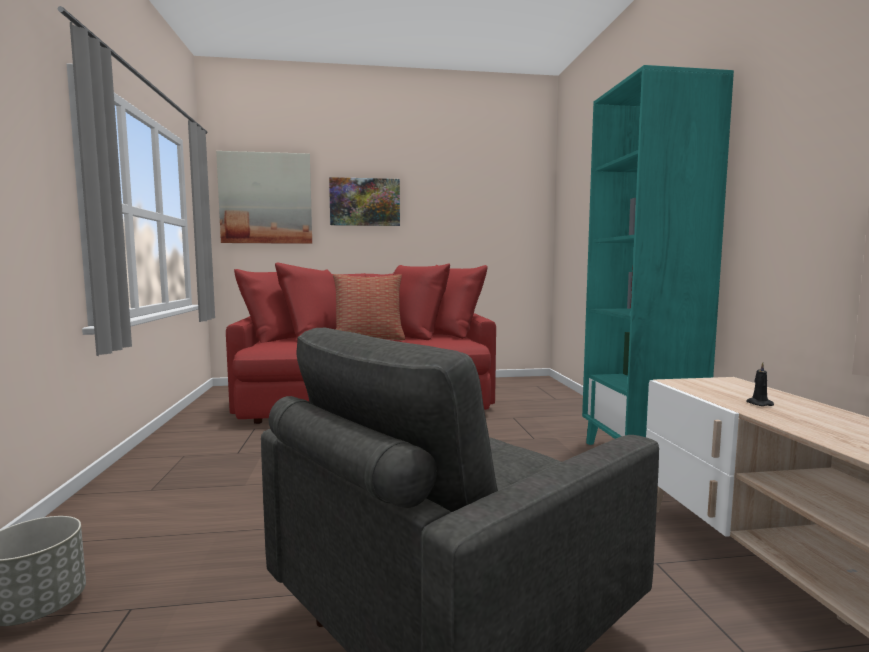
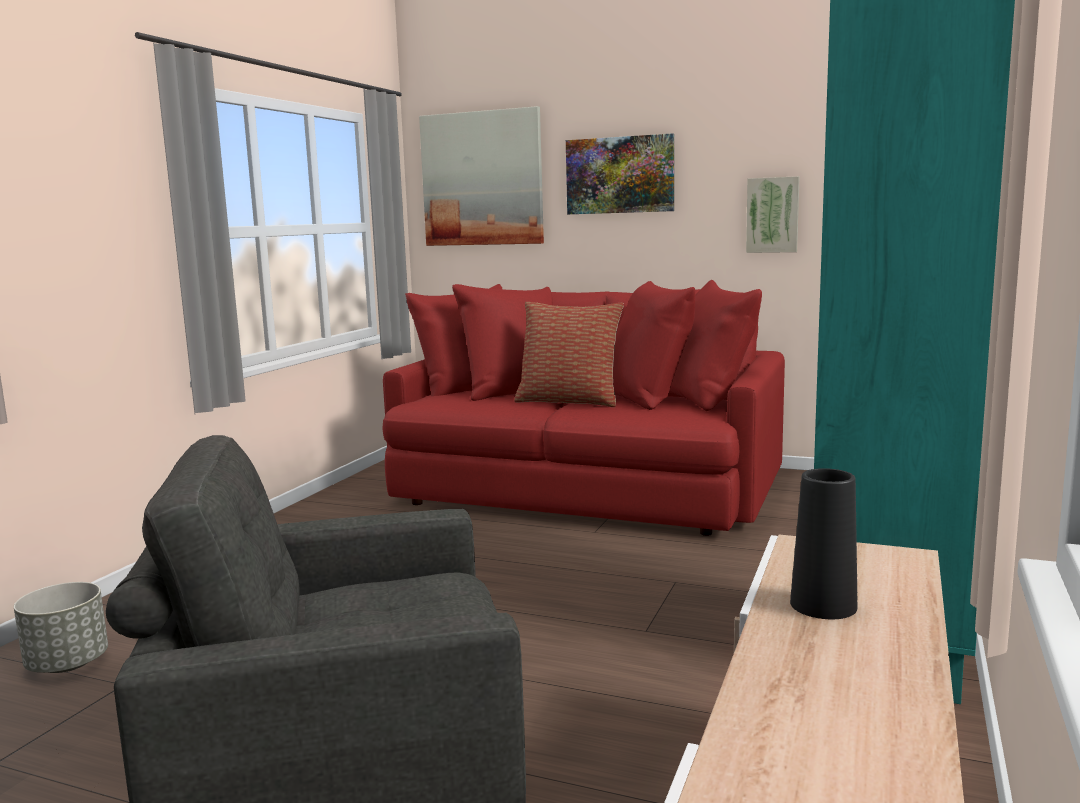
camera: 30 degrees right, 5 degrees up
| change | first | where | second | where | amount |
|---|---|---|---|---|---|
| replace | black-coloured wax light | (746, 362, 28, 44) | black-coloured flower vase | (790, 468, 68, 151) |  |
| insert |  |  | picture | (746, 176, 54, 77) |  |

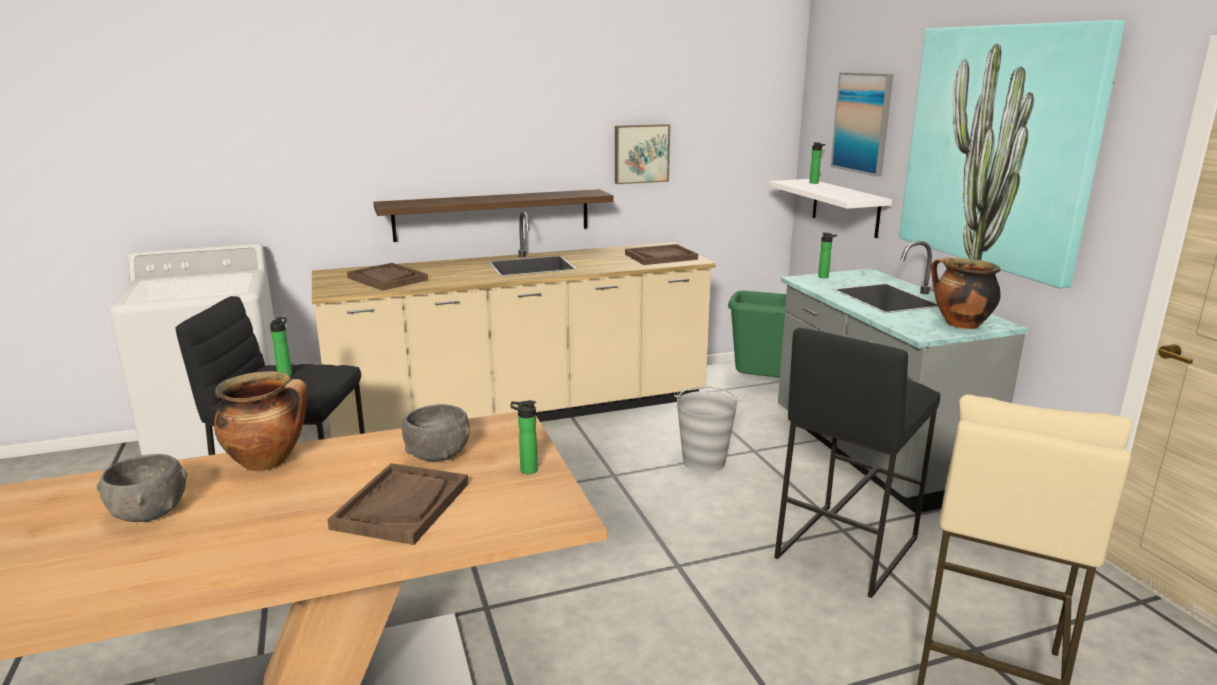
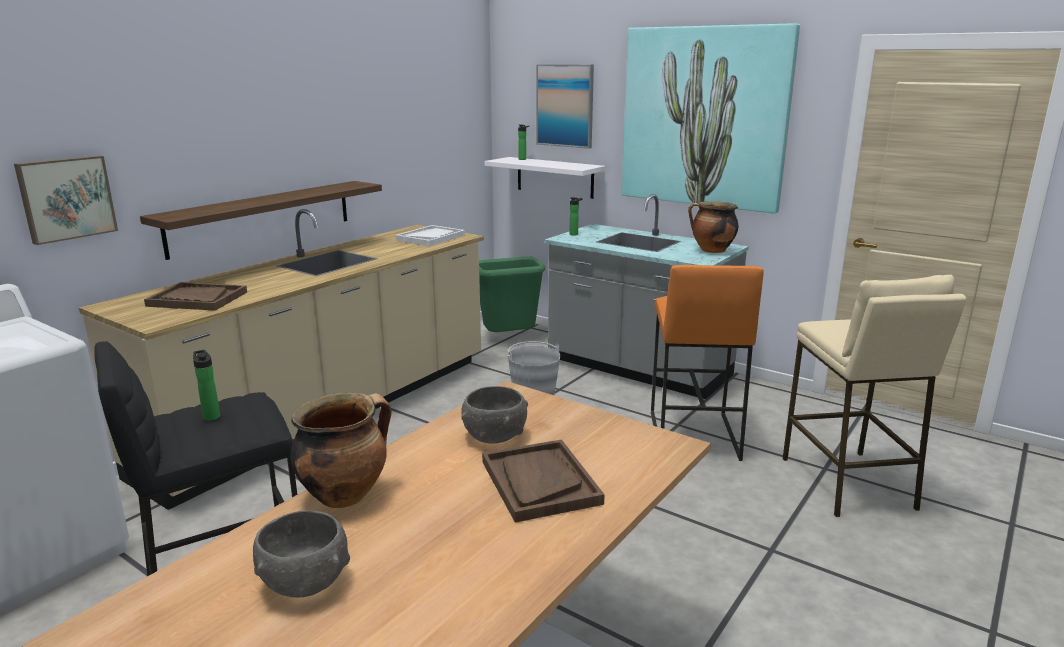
camera: 35 degrees left, 0 degrees up
| change | first | where | second | where | amount |
|---|---|---|---|---|---|
| delete | beverage bottle | (510, 400, 28, 74) |  |  |  |
| move | picture | (615, 124, 55, 60) |  | (14, 155, 104, 90) |  |
| recolor | brown-coloured serving tray | (625, 244, 73, 21) | whitish serving tray | (396, 225, 69, 21) |  |
| recolor | black-coloured stool seat | (774, 328, 166, 270) | orange stool seat | (651, 265, 113, 196) |  |

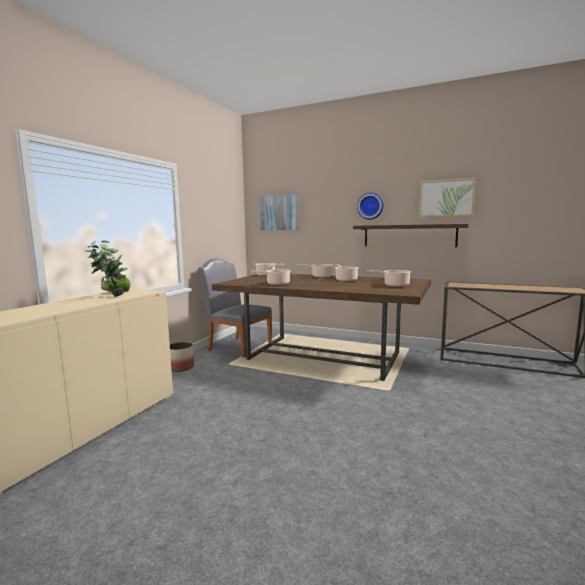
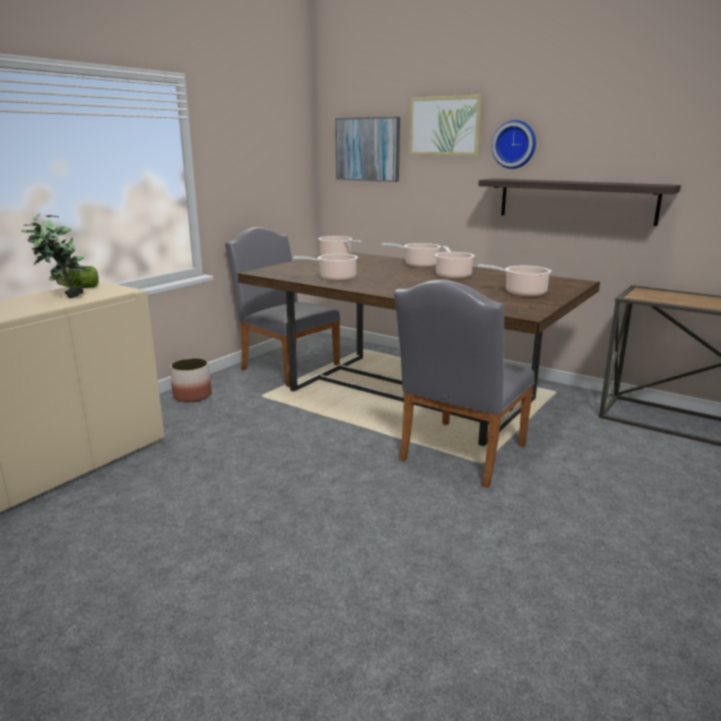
camera: 10 degrees right, 10 degrees up
| change | first | where | second | where | amount |
|---|---|---|---|---|---|
| move | picture | (419, 178, 57, 40) |  | (409, 95, 74, 61) |  |
| insert |  |  | greyish plain chair | (394, 280, 141, 208) |  |

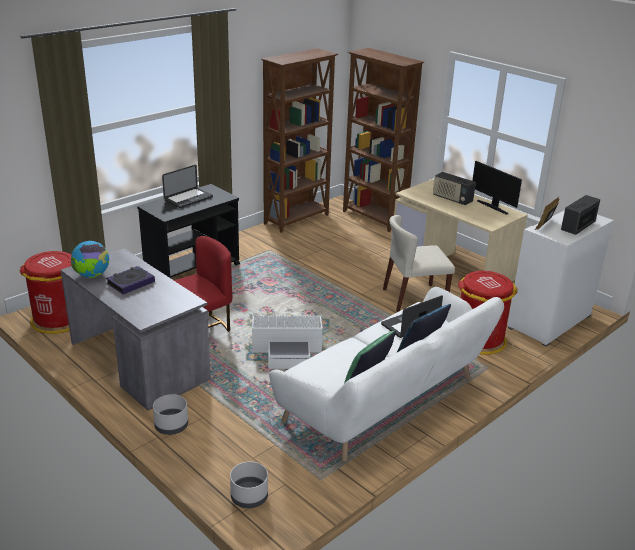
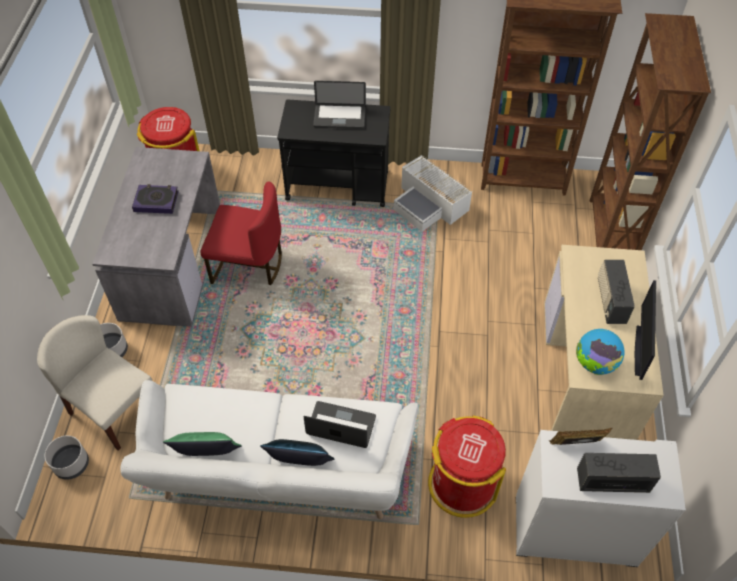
camera: 50 degrees right, 25 degrees up
| change | first | where | second | where | amount |
|---|---|---|---|---|---|
| move | world globe | (71, 241, 38, 37) |  | (576, 329, 48, 46) |  |
| move | whitish storage bin | (252, 314, 71, 55) |  | (394, 155, 78, 77) |  |
| move | beige plain chair | (383, 215, 72, 97) |  | (37, 315, 115, 136) |  |

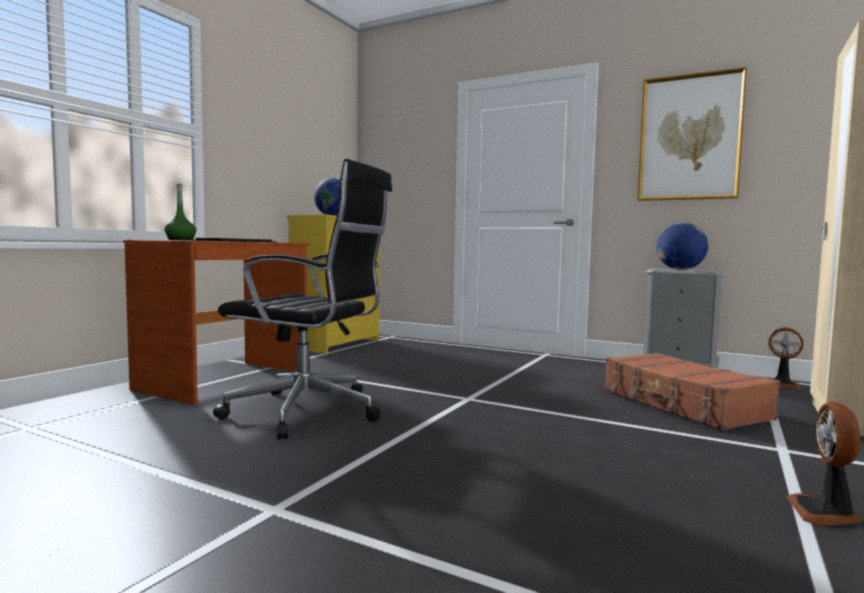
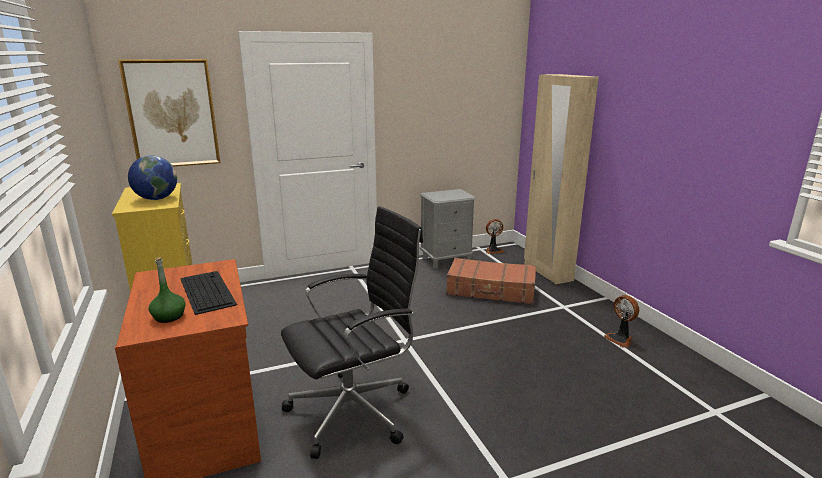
camera: 50 degrees left, 15 degrees up
| change | first | where | second | where | amount |
|---|---|---|---|---|---|
| move | picture | (637, 67, 110, 134) |  | (118, 59, 102, 108) |  |
| delete | world globe | (656, 223, 52, 47) |  |  |  |

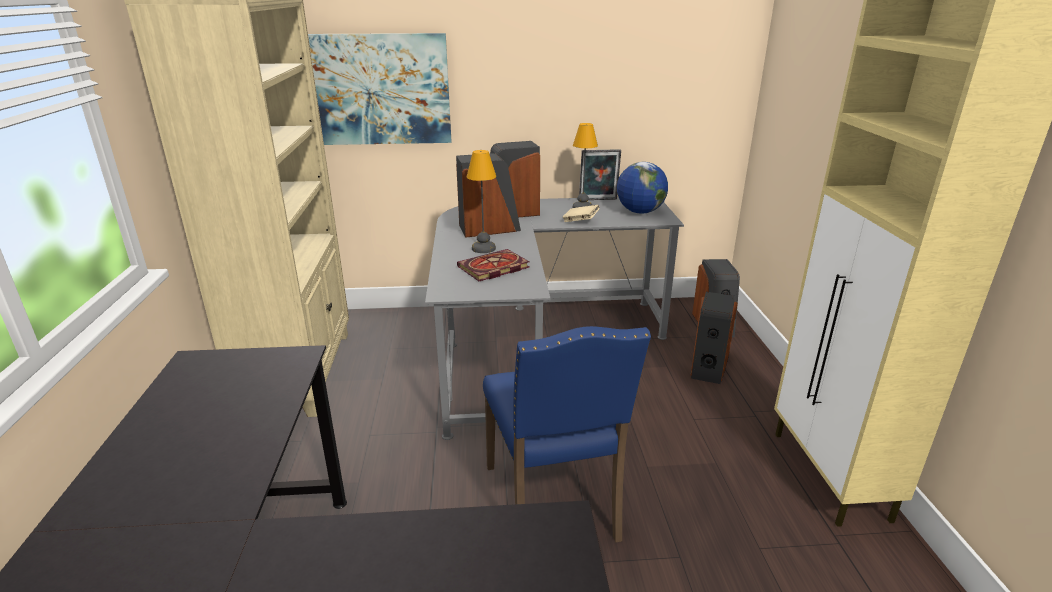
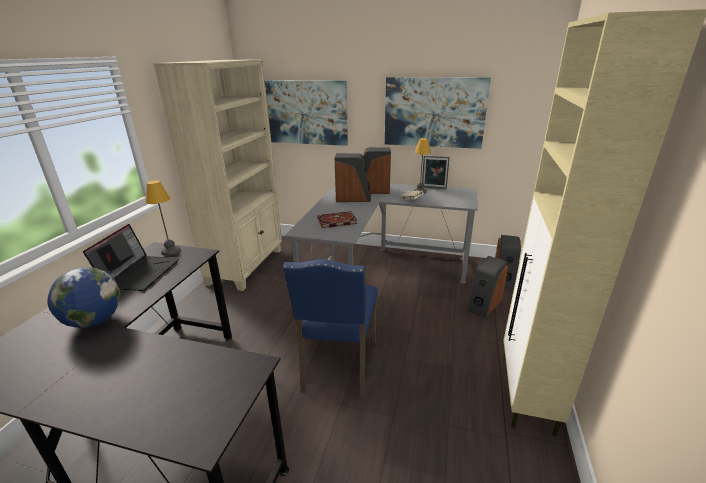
camera: 20 degrees right, 0 degrees up
| change | first | where | second | where | amount |
|---|---|---|---|---|---|
| move | tabletop lamp | (467, 150, 29, 103) |  | (146, 180, 35, 76) |  |
| move | world globe | (617, 162, 51, 52) |  | (47, 267, 74, 61) |  |
| insert |  |  | notebook computer | (83, 224, 96, 67) |  |
| insert |  |  | picture | (385, 77, 106, 72) |  |

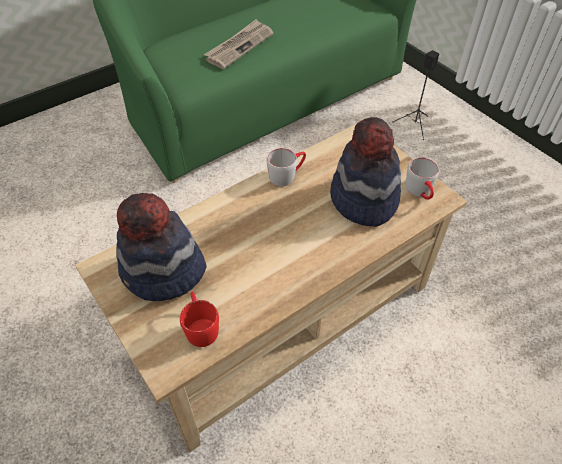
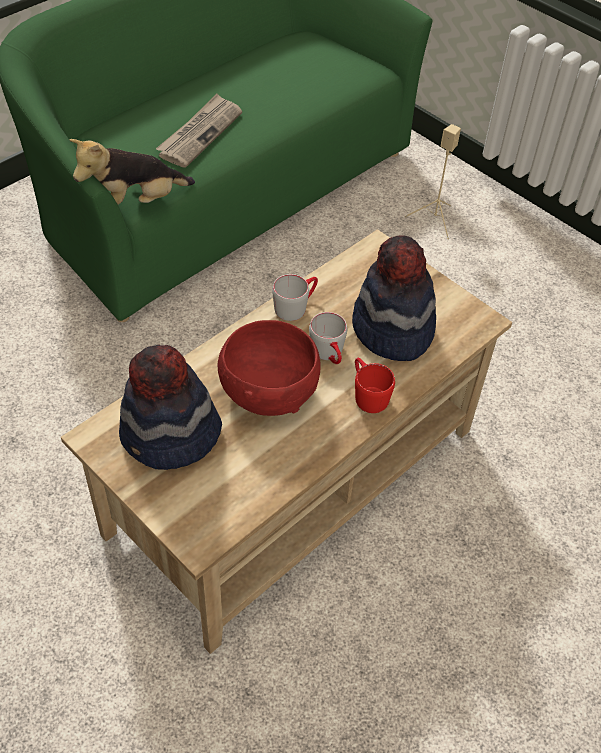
camera: 10 degrees left, 0 degrees up
| change | first | where | second | where | amount |
|---|---|---|---|---|---|
| move | red-coloured tea mug | (180, 291, 39, 56) |  | (355, 358, 40, 55) |  |
| recolor | black-coloured speaker | (393, 50, 46, 90) | beige speaker | (405, 124, 56, 115) |  |
| move | greyish tea mug | (405, 158, 34, 42) |  | (309, 312, 38, 52) |  |
| insert |  |  | soft toy | (69, 139, 126, 66) |  |
| insert |  |  | red-coloured deep dish | (218, 320, 102, 96) |  |

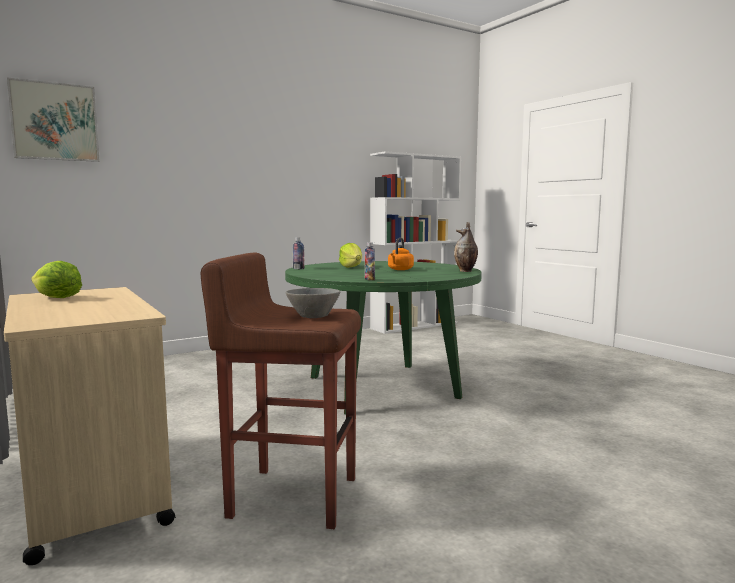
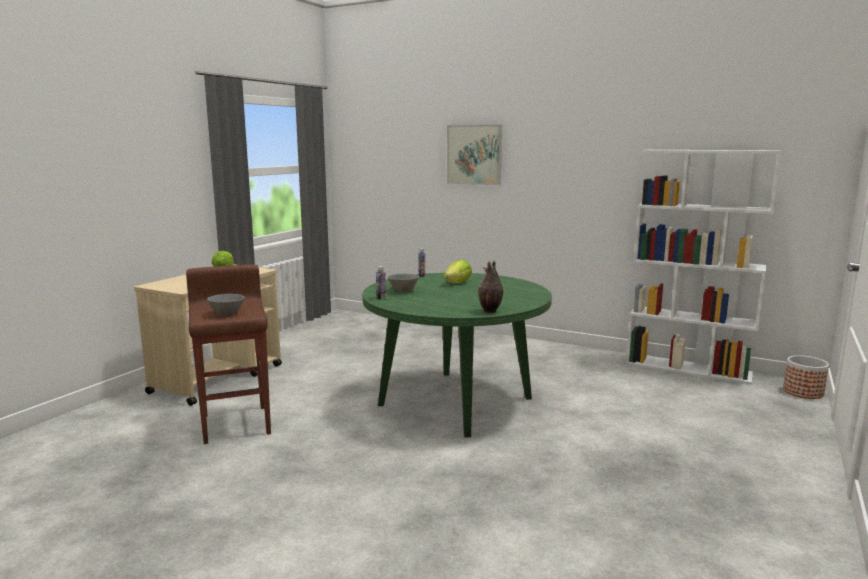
camera: 60 degrees right, 5 degrees up
| change | first | where | second | where | amount |
|---|---|---|---|---|---|
| move | picture | (7, 77, 93, 85) |  | (447, 125, 55, 60) |  |
| delete | orange water kettle | (388, 238, 26, 32) |  |  |  |
| insert |  |  | greyish deep dish | (388, 274, 31, 18) |  |
| insert |  |  | planter | (783, 355, 46, 44) |  |

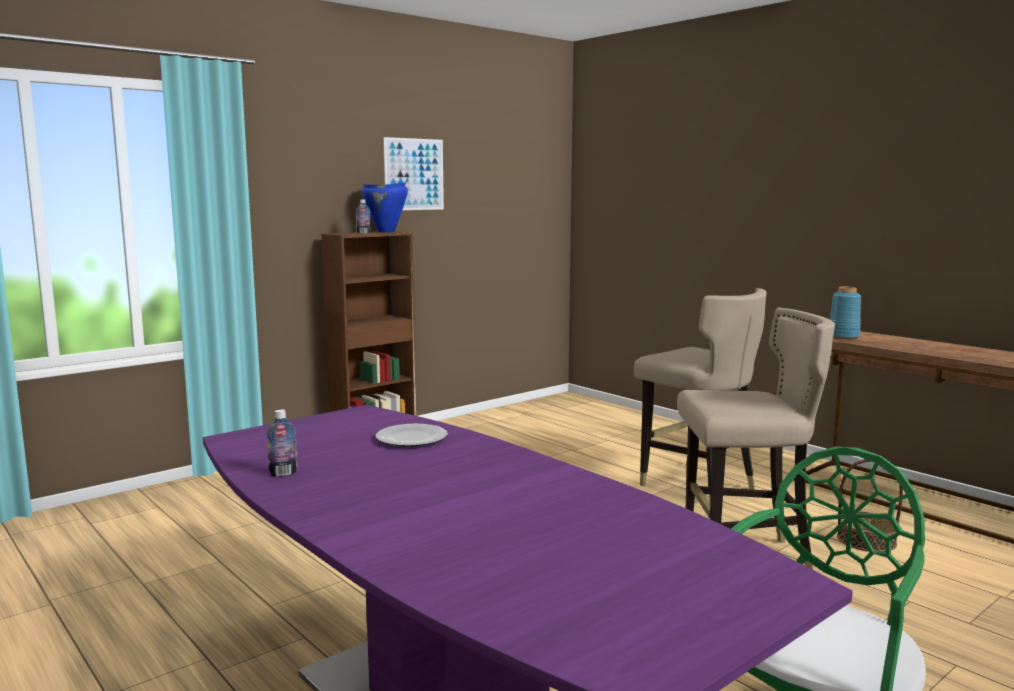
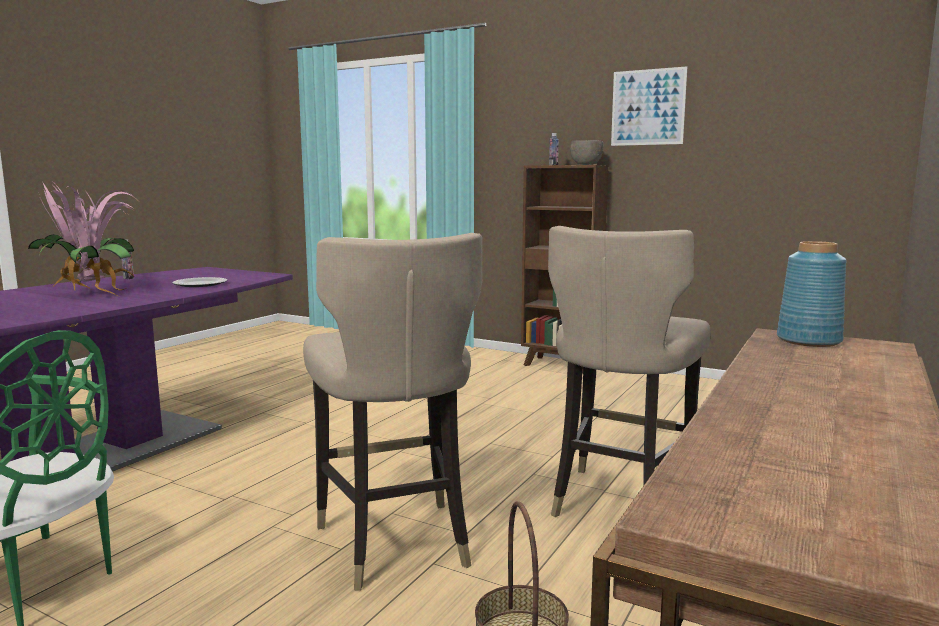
camera: 70 degrees right, 0 degrees up
| change | first | where | second | where | amount |
|---|---|---|---|---|---|
| replace | blue-coloured cooking pot | (361, 182, 47, 50) | greyish deep dish | (570, 140, 33, 25) |  |
| insert |  |  | houseplant | (28, 181, 108, 116) |  |

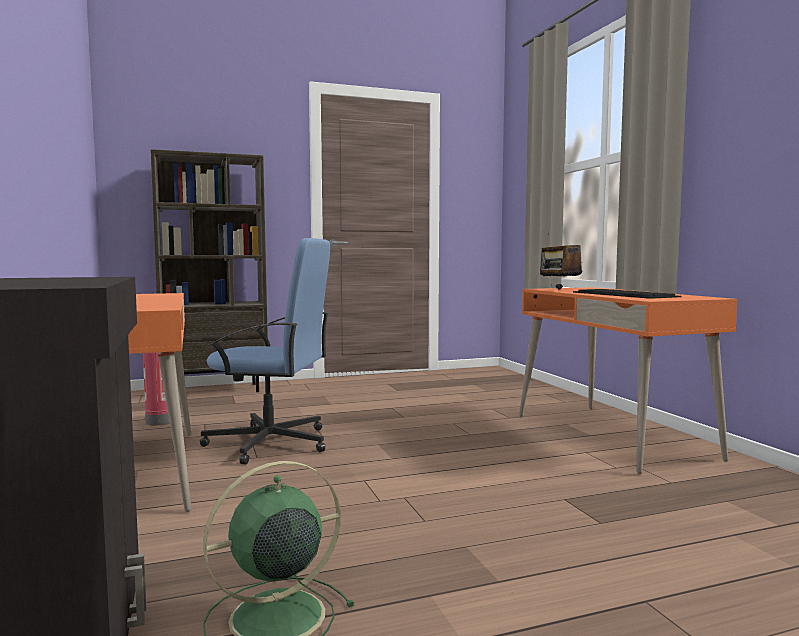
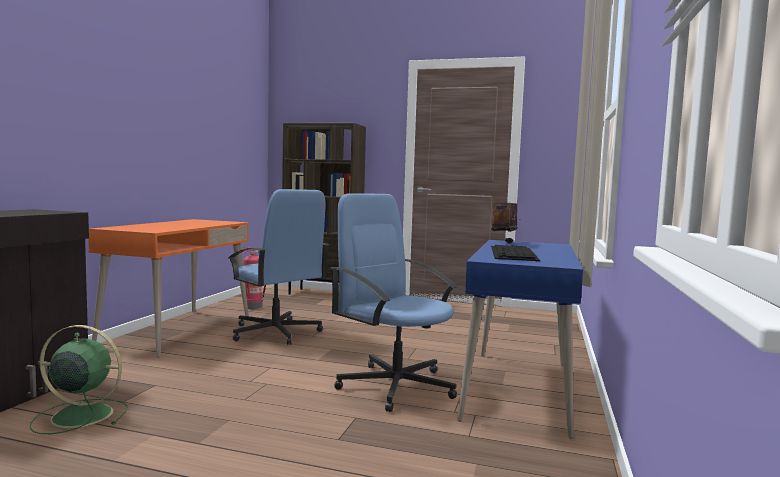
camera: 35 degrees right, 0 degrees up
| change | first | where | second | where | amount |
|---|---|---|---|---|---|
| recolor | orange desk | (519, 287, 219, 187) | blue-coloured desk | (457, 240, 126, 199) |  |
| insert |  |  | blue-coloured office chair | (330, 193, 127, 219) |  |

